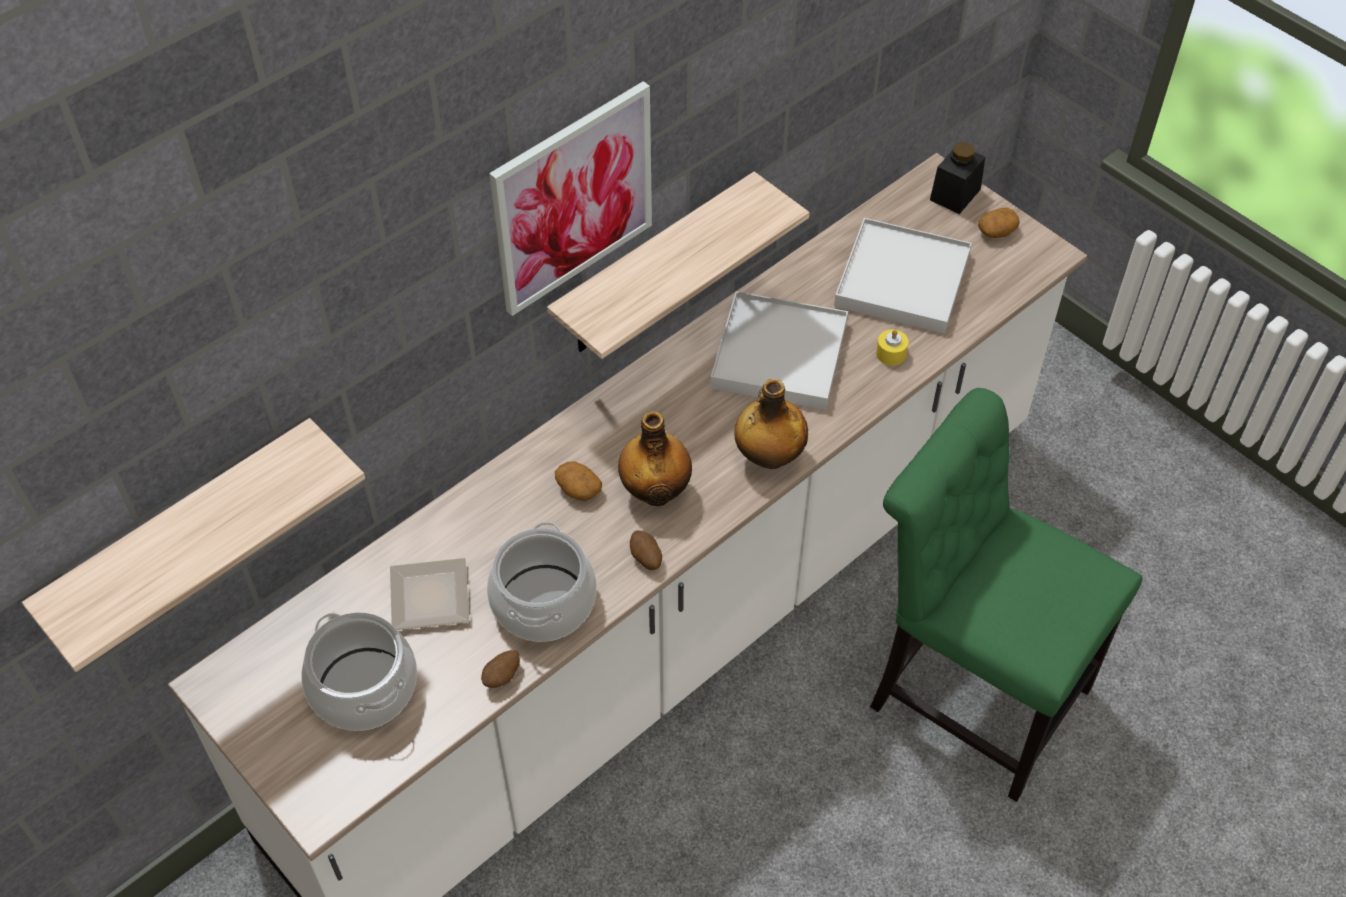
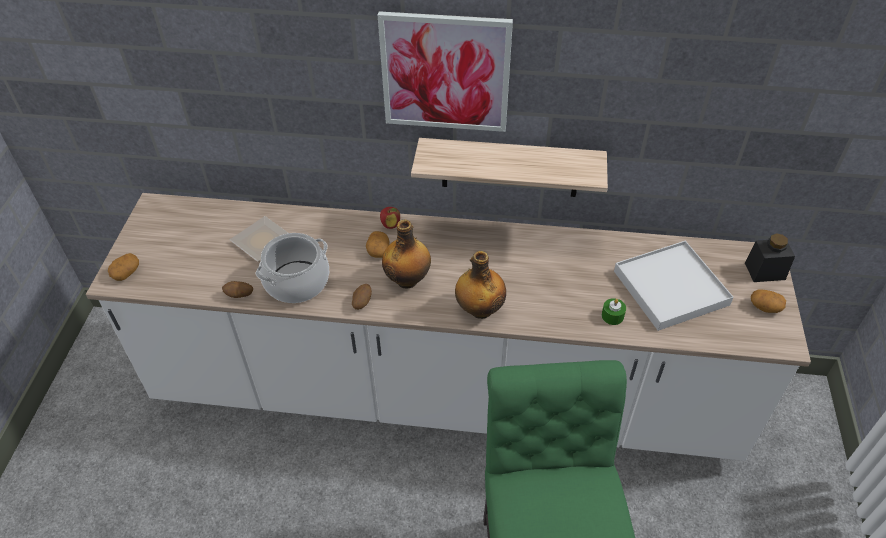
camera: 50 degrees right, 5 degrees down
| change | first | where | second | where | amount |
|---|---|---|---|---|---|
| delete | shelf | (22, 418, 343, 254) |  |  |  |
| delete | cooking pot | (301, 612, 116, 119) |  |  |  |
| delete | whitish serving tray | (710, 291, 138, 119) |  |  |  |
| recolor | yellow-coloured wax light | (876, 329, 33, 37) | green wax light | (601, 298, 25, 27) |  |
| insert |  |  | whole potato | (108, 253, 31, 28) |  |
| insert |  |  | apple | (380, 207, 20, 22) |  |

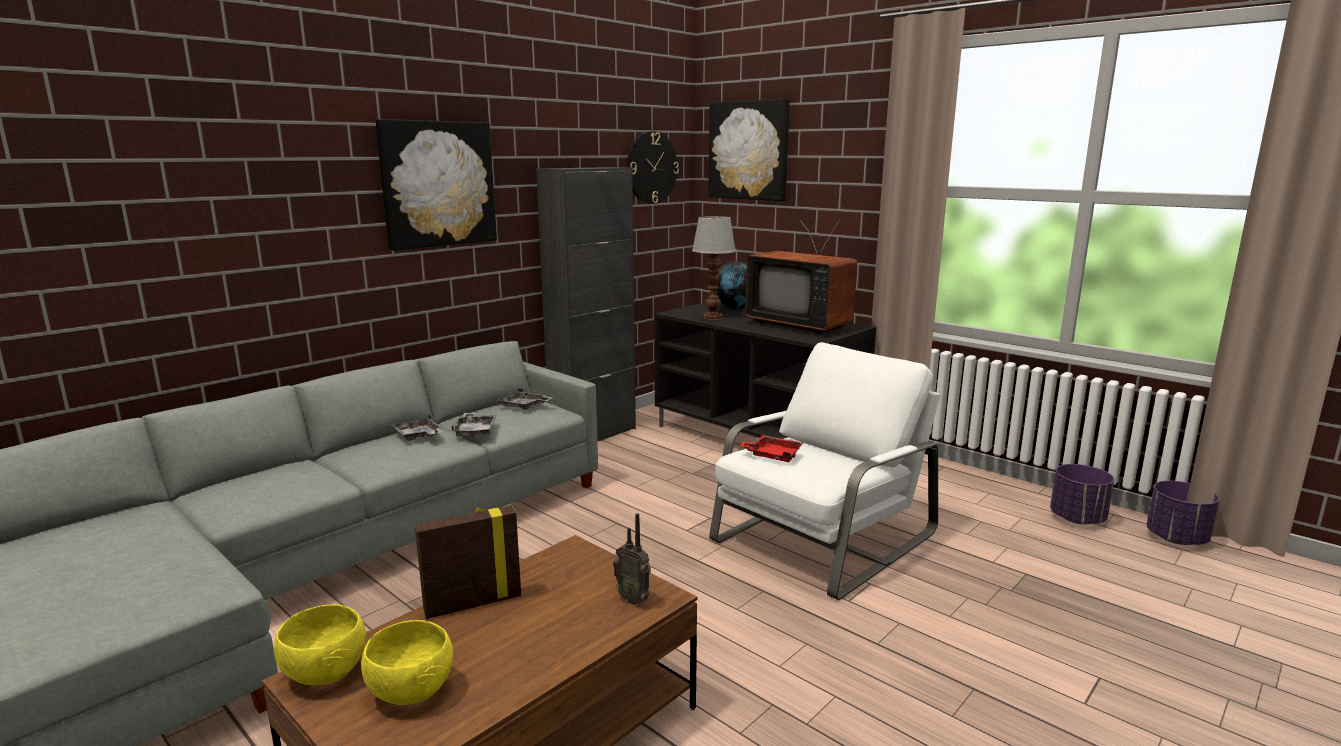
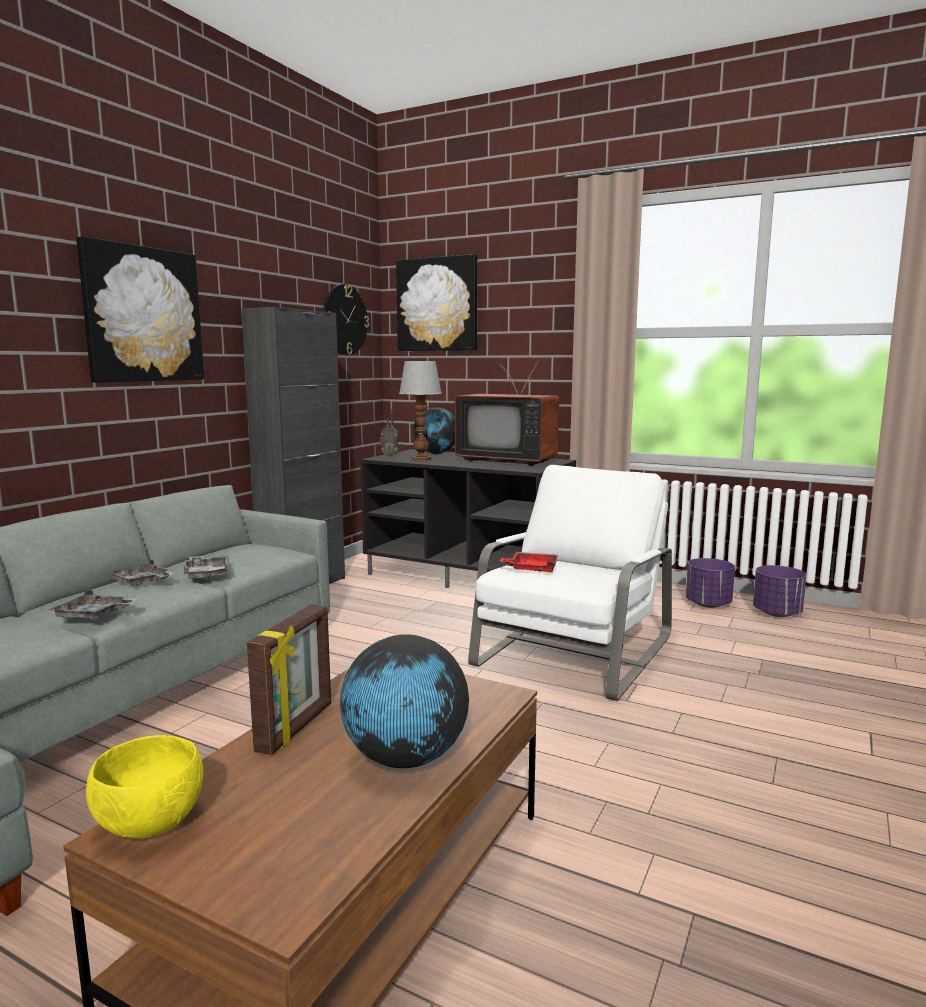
camera: 15 degrees left, 5 degrees down
| change | first | where | second | where | amount |
|---|---|---|---|---|---|
| delete | yellow-coloured deep dish | (361, 620, 92, 85) |  |  |  |
| rotate | picture frame | (415, 506, 106, 113) |  | (247, 604, 84, 151) | 150 degrees clockwise |
| move | greyish serving tray | (498, 388, 54, 22) |  | (48, 590, 90, 30) |  |
| move | radio | (613, 513, 38, 92) |  | (380, 409, 18, 47) |  |
| move | purple-coloured planter | (1147, 481, 73, 64) |  | (686, 558, 49, 50) |  |
| insert |  |  | world globe | (340, 634, 129, 134) |  |

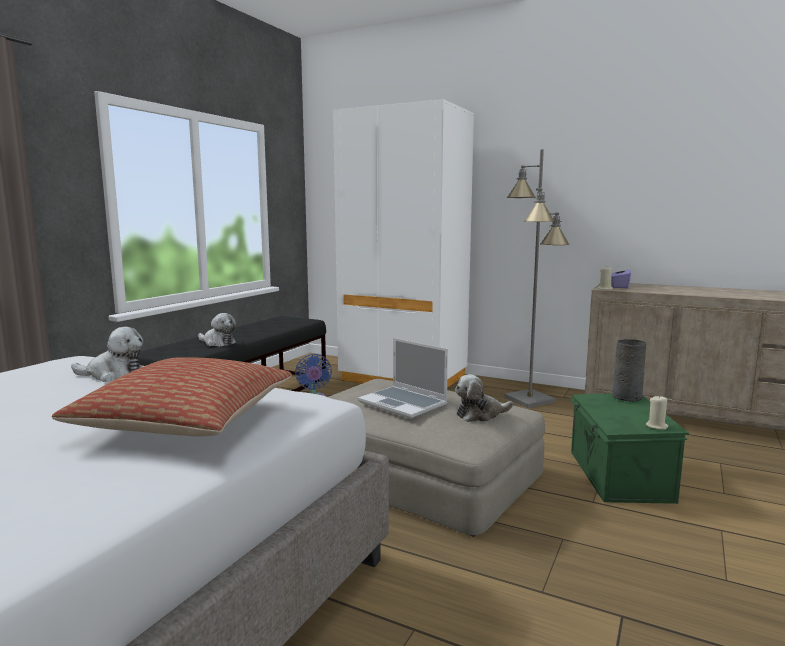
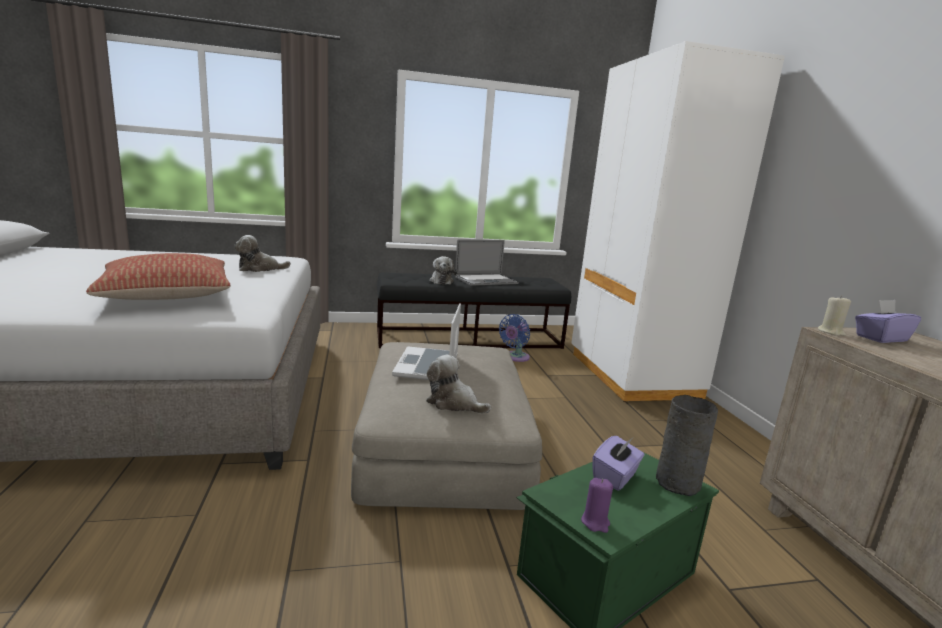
camera: 50 degrees right, 5 degrees up
| change | first | where | second | where | amount |
|---|---|---|---|---|---|
| rotate | soft toy | (71, 327, 73, 55) |  | (234, 235, 57, 37) | 105 degrees clockwise |
| delete | greyish standard lamp | (504, 149, 66, 259) |  |  |  |
| recolor | beige wax light | (646, 395, 22, 35) | purple-coloured wax light | (581, 478, 32, 55) |  |
| insert |  |  | notebook computer | (455, 239, 64, 47) |  |
| insert |  |  | purple-coloured tissue box | (593, 436, 51, 55) |  |

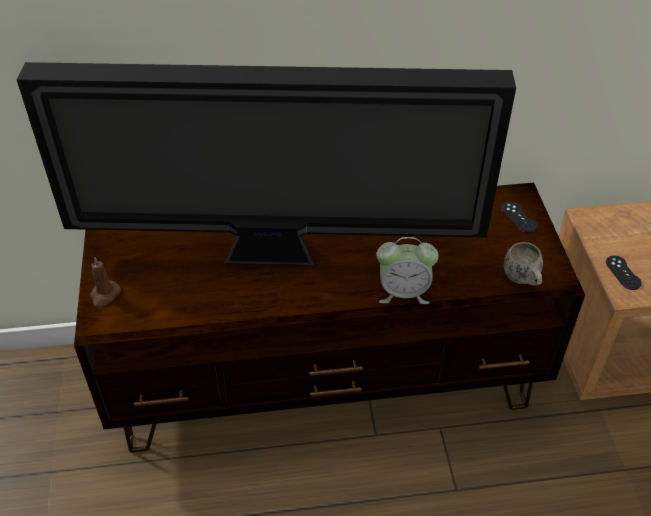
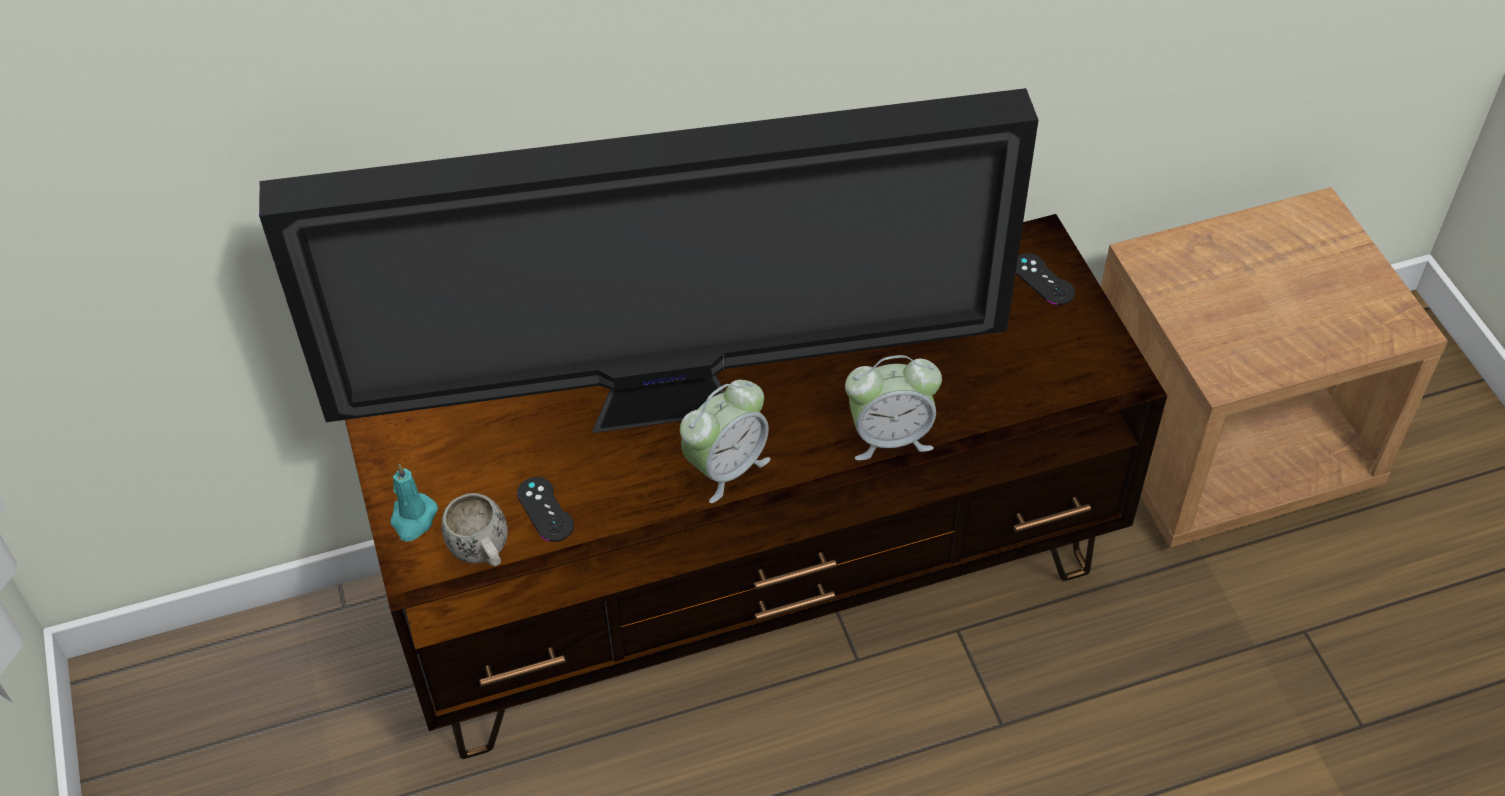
camera: 10 degrees left, 5 degrees up
| change | first | where | second | where | amount |
|---|---|---|---|---|---|
| recolor | brown-coloured wax light | (90, 257, 31, 50) | turquoise wax light | (391, 464, 47, 78) |  |
| move | whitish tea mug | (504, 242, 39, 44) |  | (441, 493, 67, 74) |  |
| move | black-coloured gamepad | (606, 256, 36, 34) |  | (517, 477, 57, 65) |  |
| insert |  |  | bedside clock | (680, 380, 91, 123) |  |

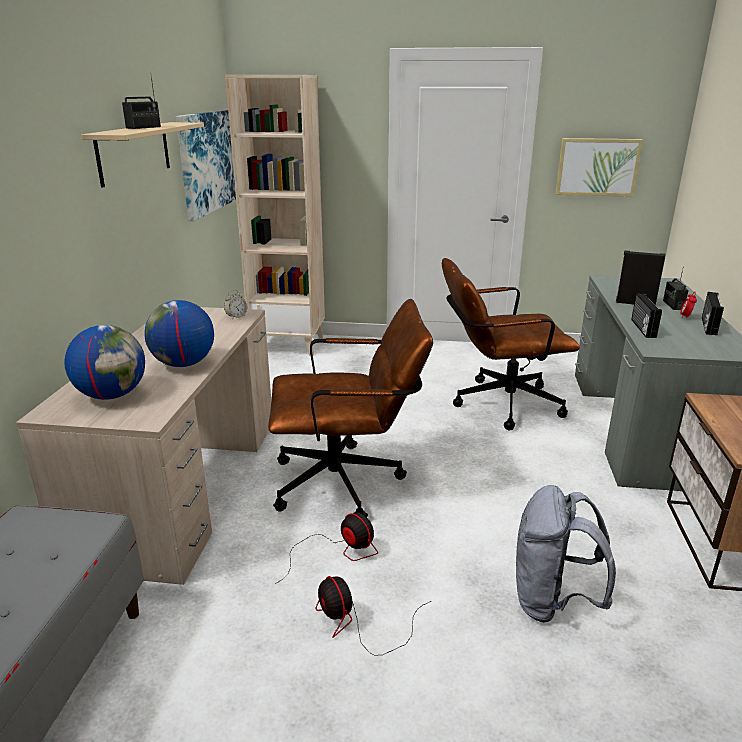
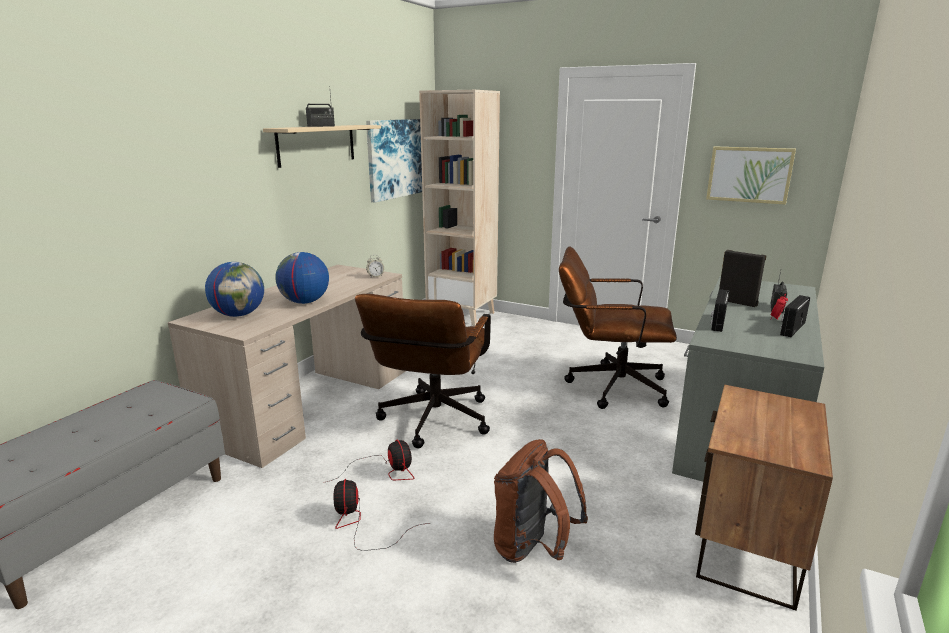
camera: 20 degrees right, 5 degrees down
| change | first | where | second | where | amount |
|---|---|---|---|---|---|
| rotate | brown-coloured office chair | (268, 299, 165, 218) |  | (355, 294, 136, 154) | 90 degrees clockwise |
| recolor | greyish knapsack | (516, 485, 100, 138) | brown-coloured knapsack | (494, 439, 94, 124) |  |

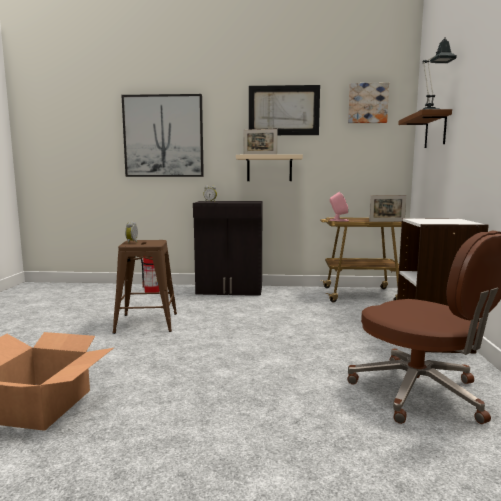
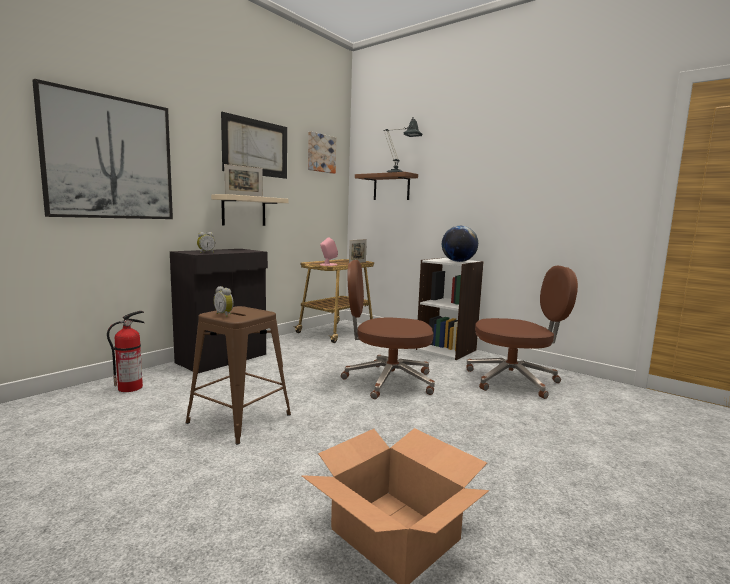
camera: 55 degrees left, 0 degrees up
| change | first | where | second | where | amount |
|---|---|---|---|---|---|
| insert |  |  | brown-coloured office chair | (341, 260, 94, 139) |  |
| insert |  |  | world globe | (442, 226, 36, 36) |  |

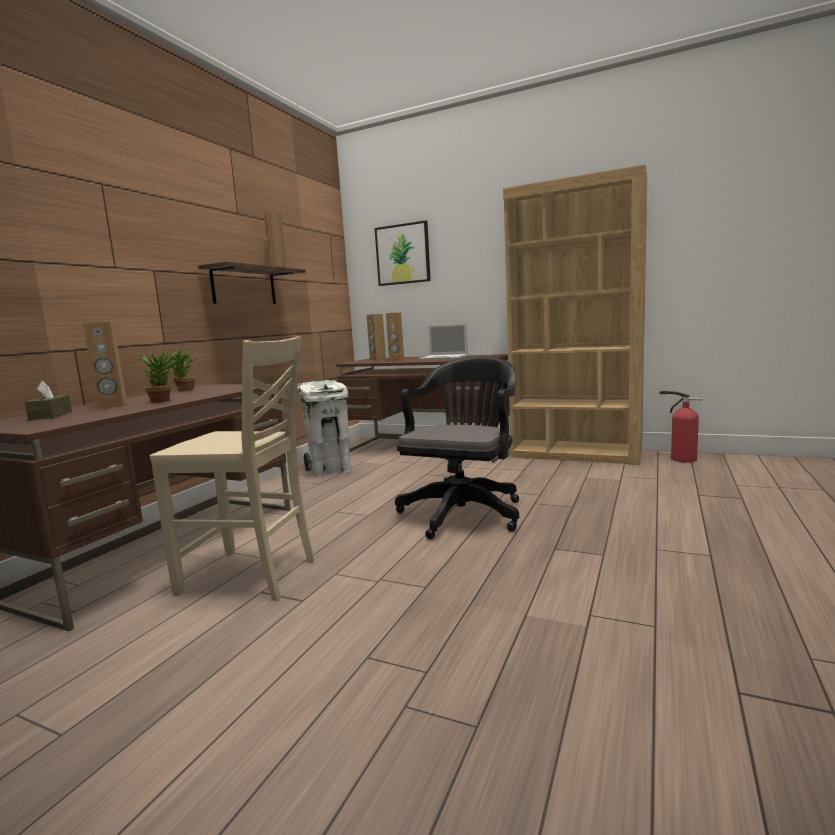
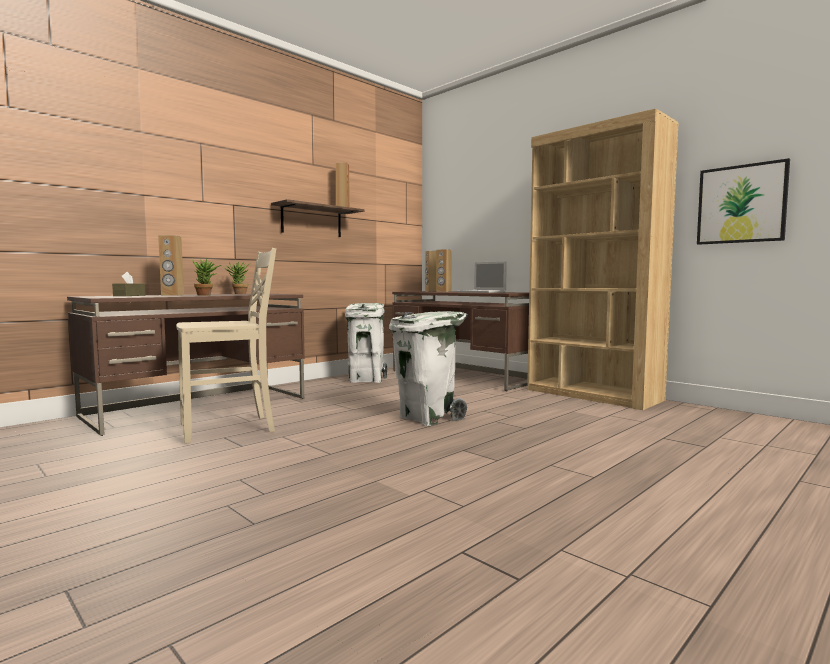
camera: 20 degrees right, 5 degrees down
| change | first | where | second | where | amount |
|---|---|---|---|---|---|
| rotate | beige plain chair | (150, 336, 164, 265) |  | (176, 248, 100, 196) | 60 degrees counterclockwise |
| move | picture | (375, 220, 56, 66) |  | (697, 158, 93, 87) |  |
| replace | black-coloured office chair | (395, 356, 124, 183) | whitish rubbish bin | (389, 311, 79, 115) |  |
| delete | extinguisher | (660, 391, 43, 71) |  |  |  |

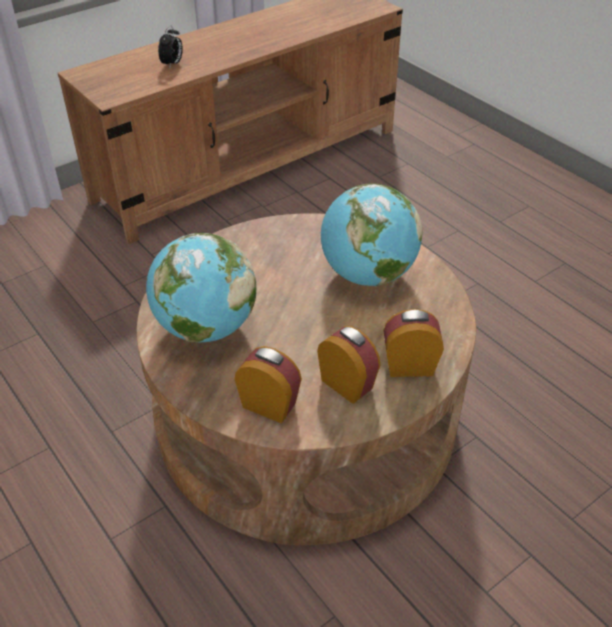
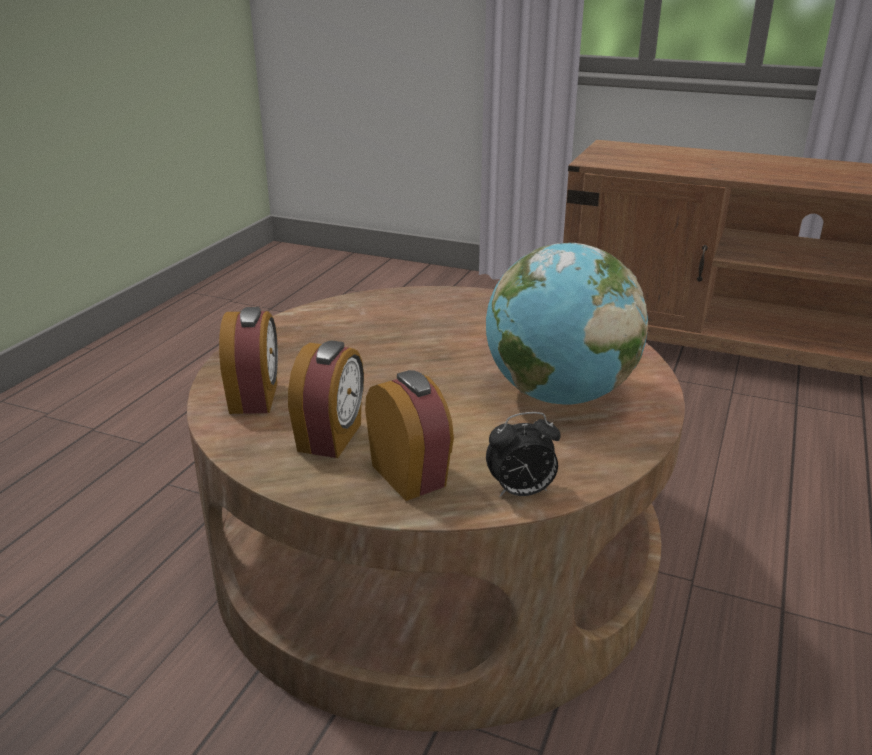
camera: 60 degrees right, 15 degrees down
| change | first | where | second | where | amount |
|---|---|---|---|---|---|
| delete | world globe | (146, 233, 111, 109) |  |  |  |
| move | bedside clock | (158, 26, 25, 41) |  | (486, 412, 75, 85) |  |

